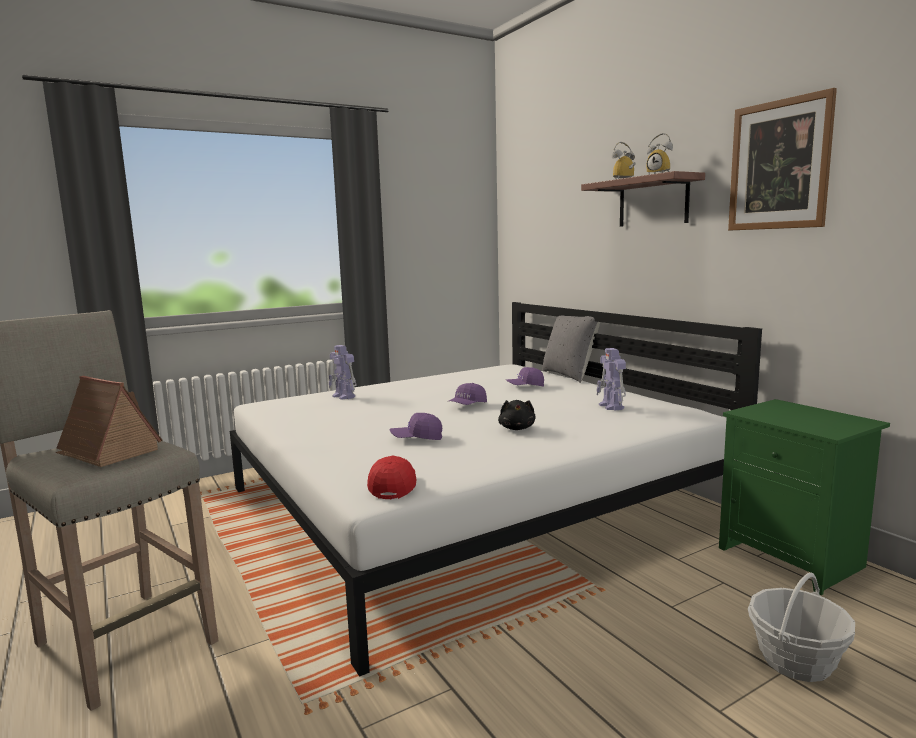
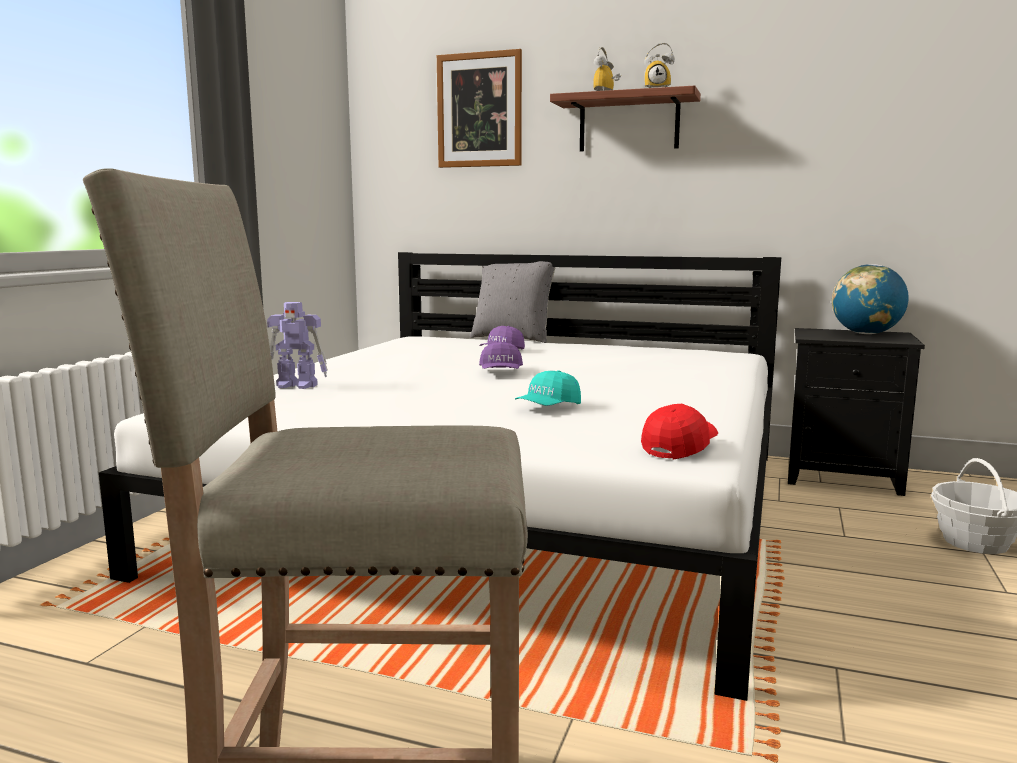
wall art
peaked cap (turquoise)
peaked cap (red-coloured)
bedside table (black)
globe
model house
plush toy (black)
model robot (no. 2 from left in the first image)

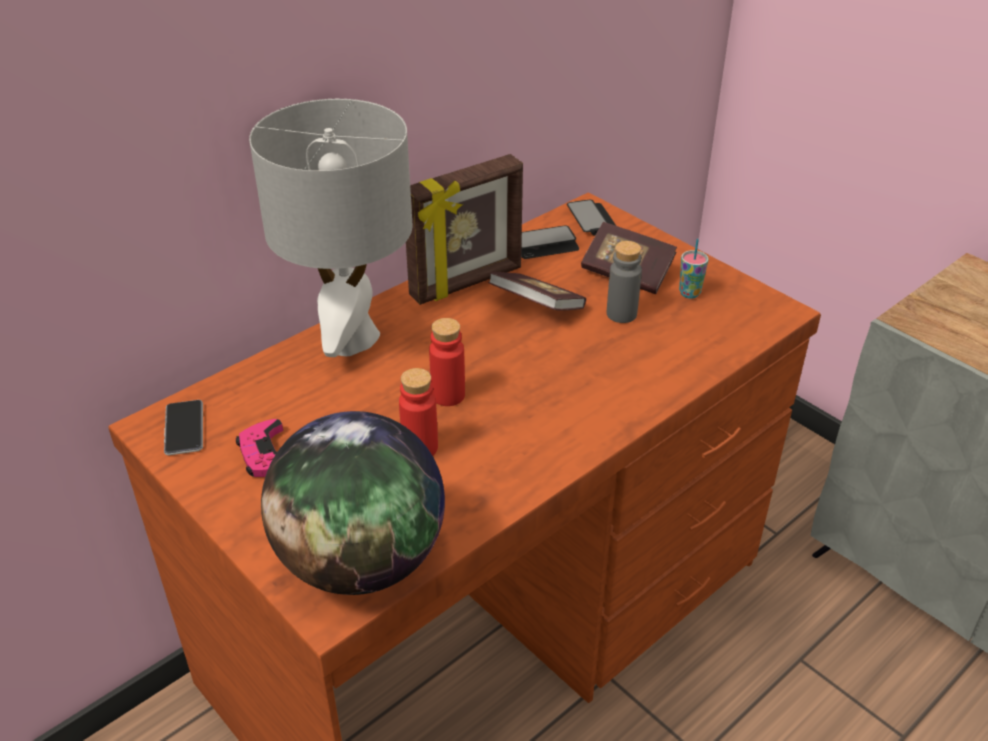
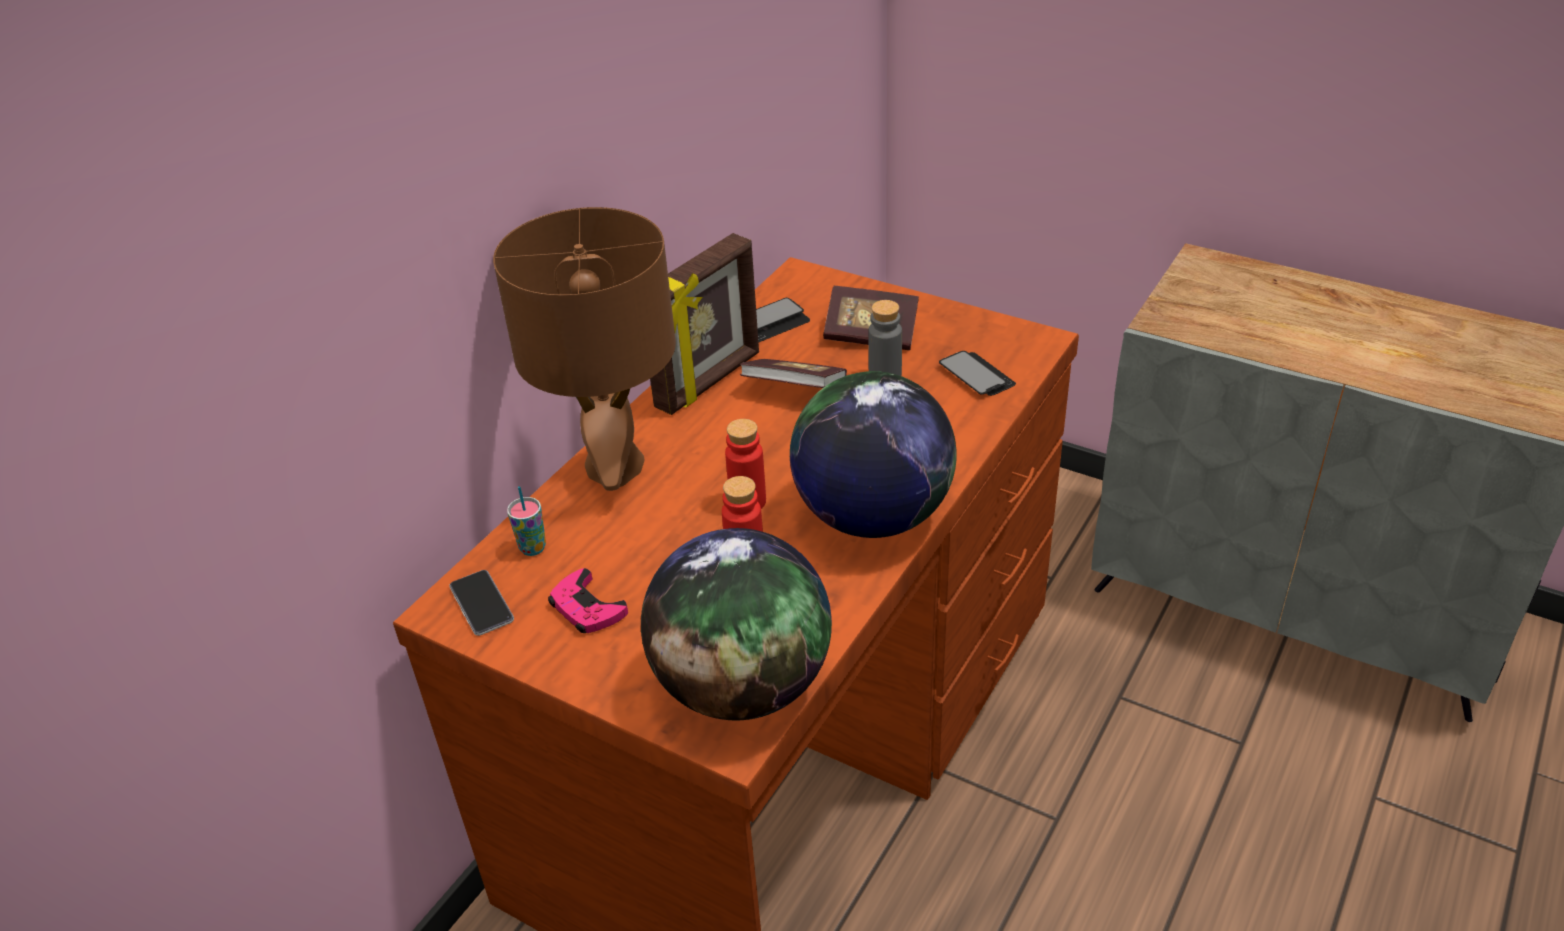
lamp for a table (brown)
cup
globe (no. 2 from left)
handset (no. 3 from left)

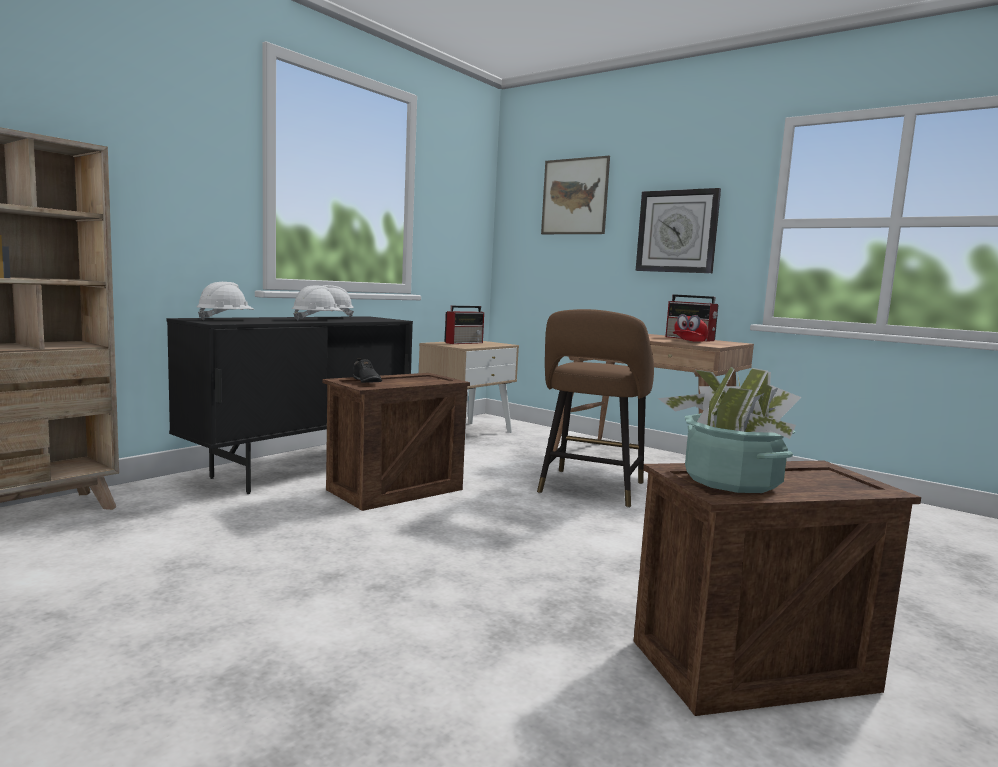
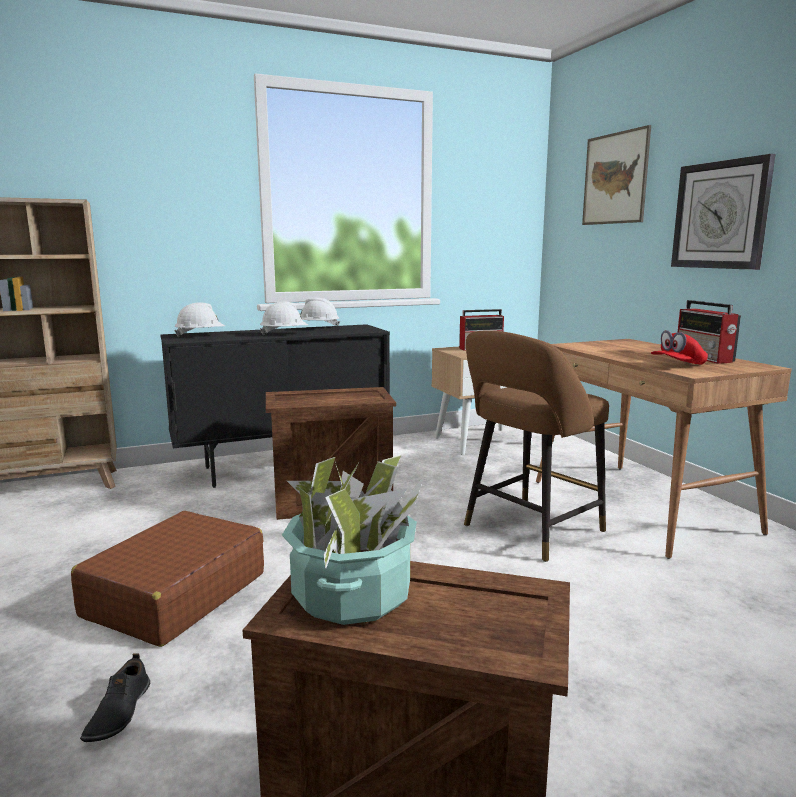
piece of luggage (brown)
shoe (black)

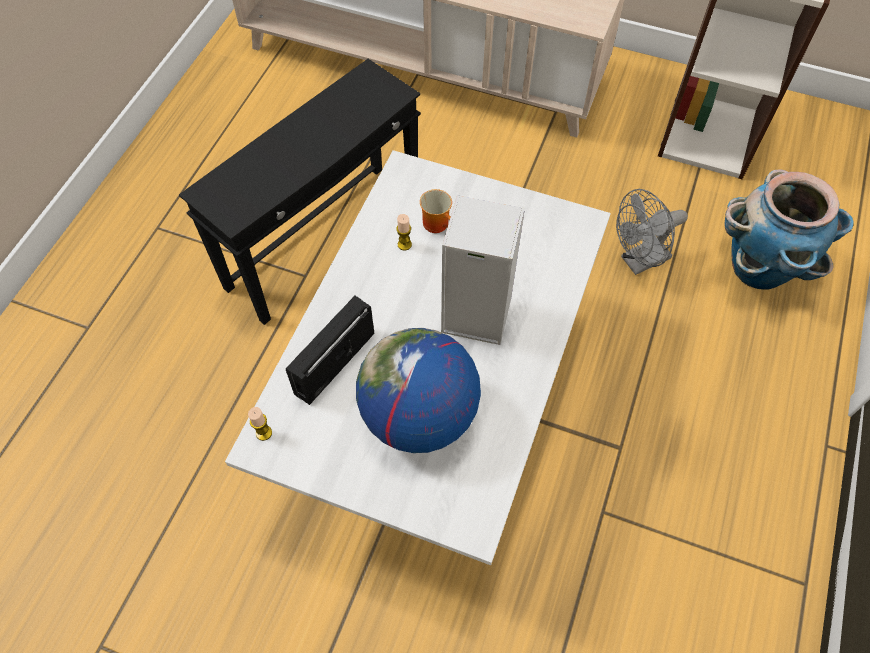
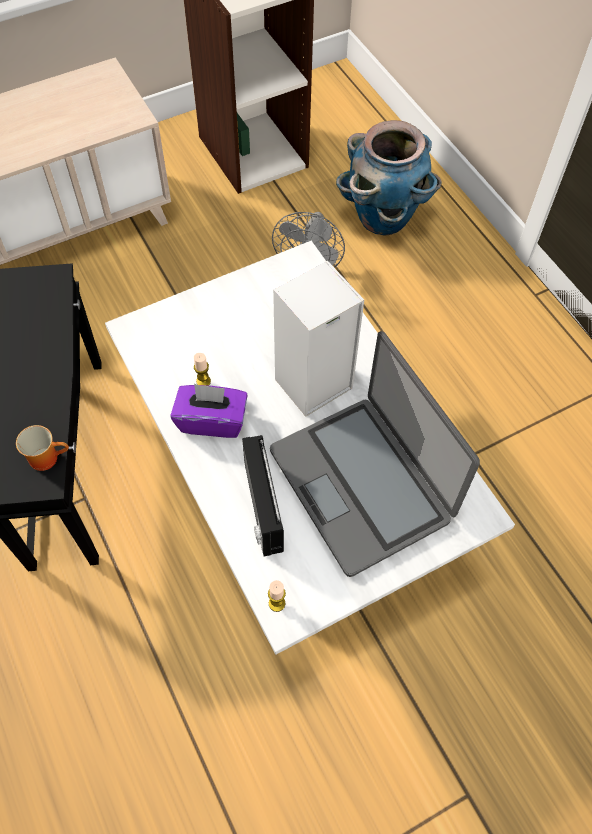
mug
tissue holder (purplish)
notebook computer

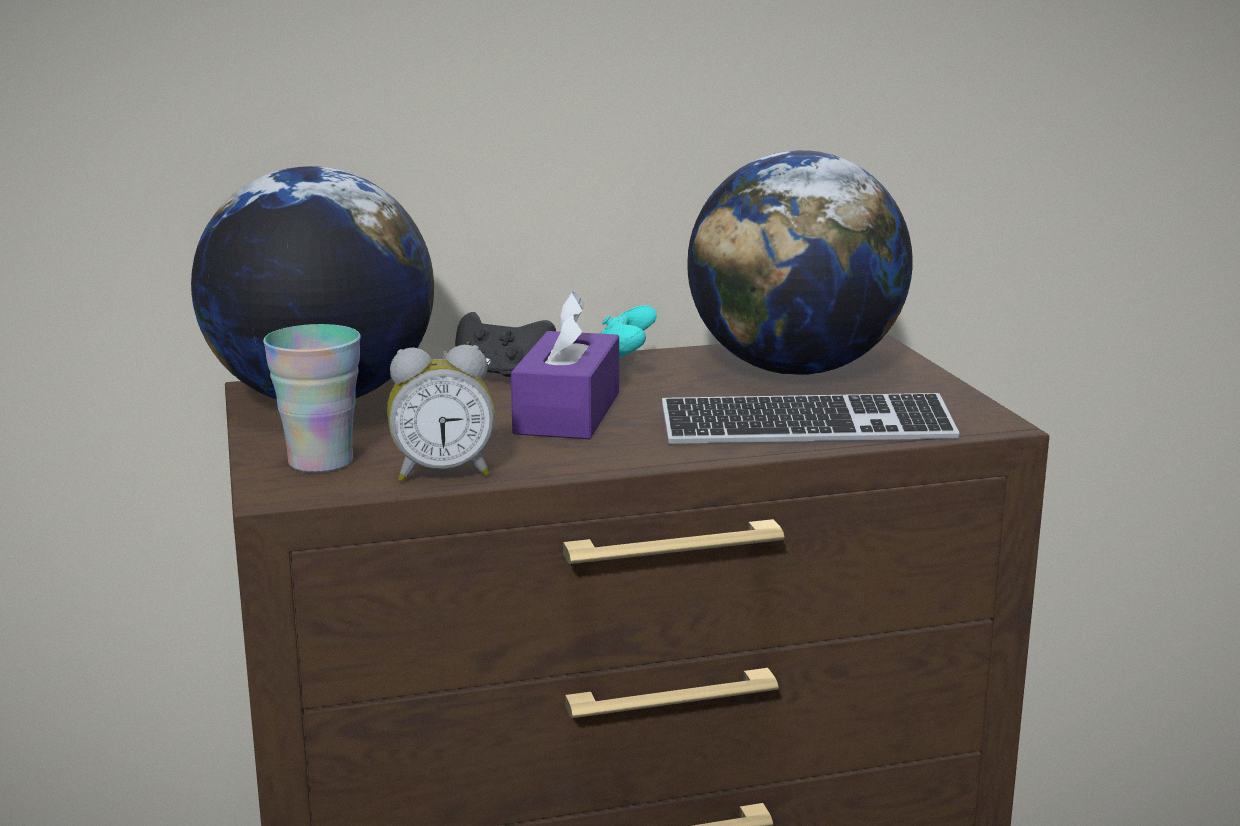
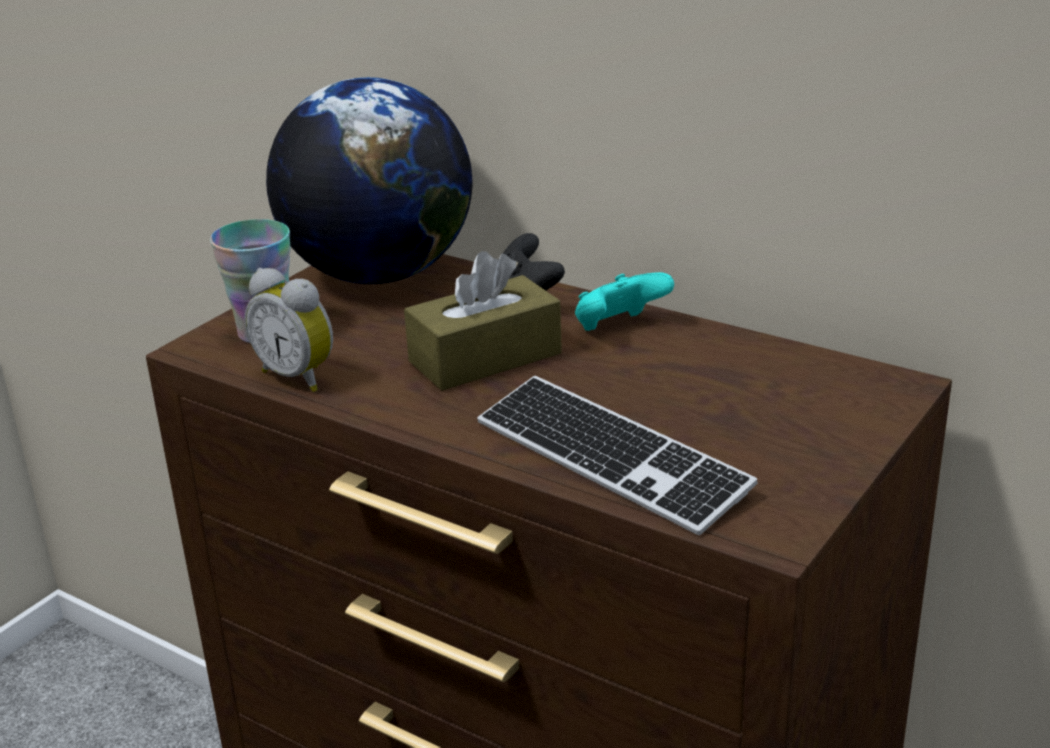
tissue holder (brown)
globe (no. 2 from left in the first image)

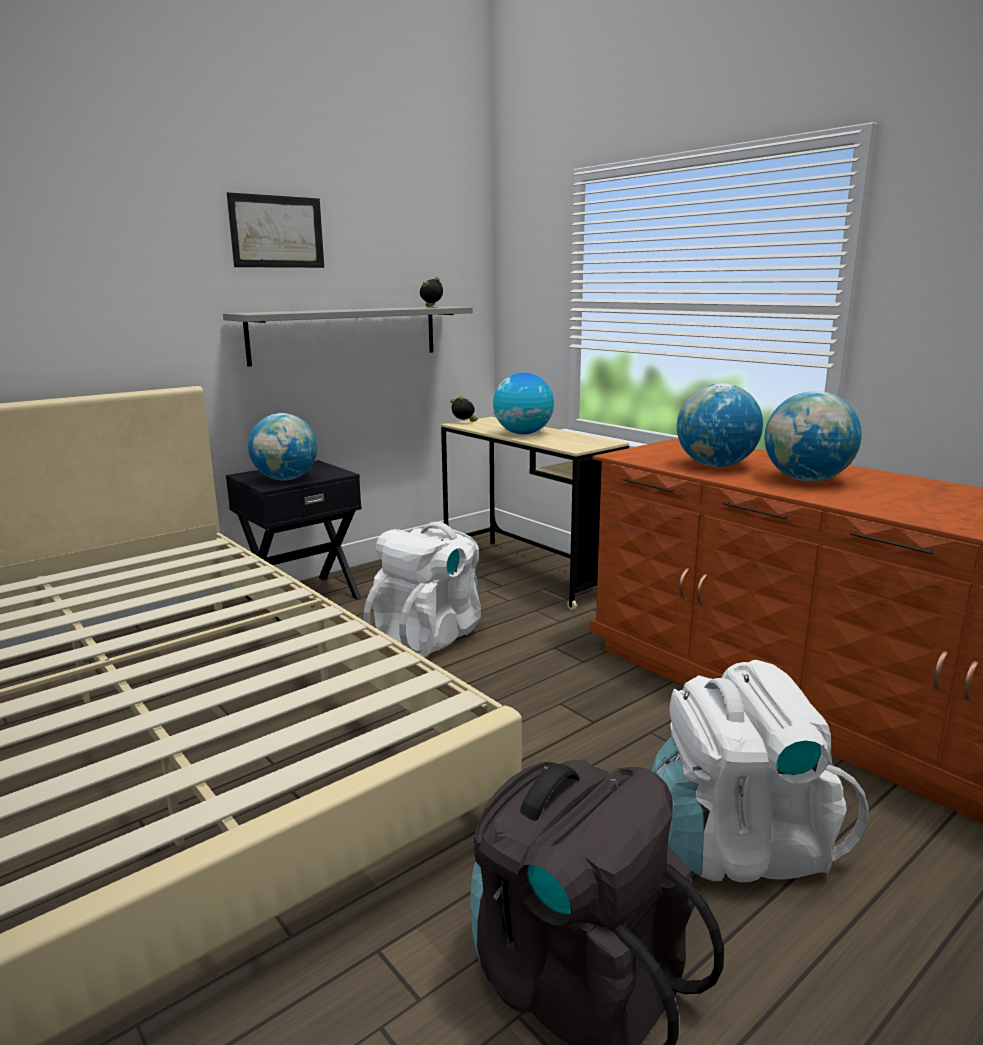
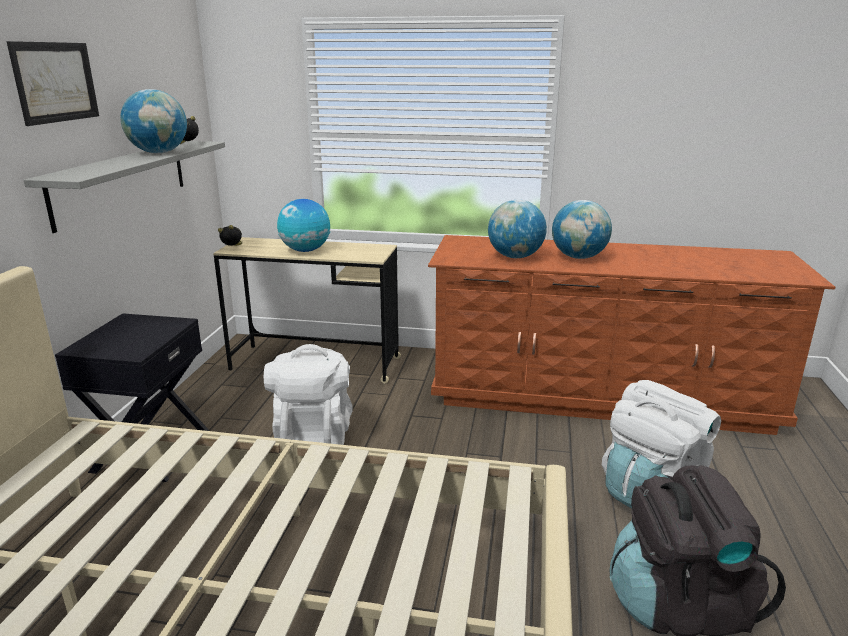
globe (no. 1 from left)

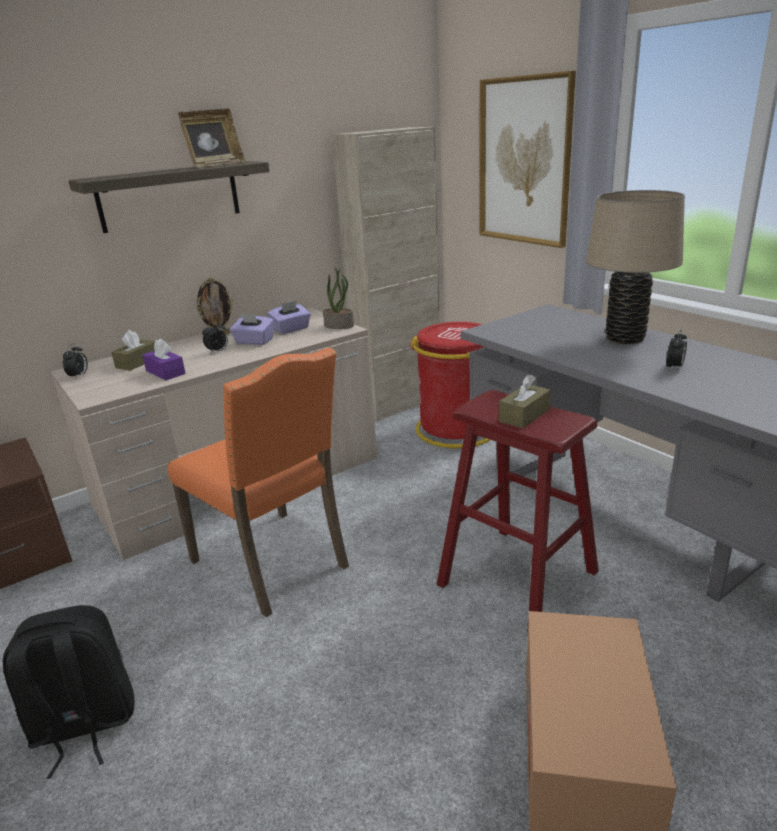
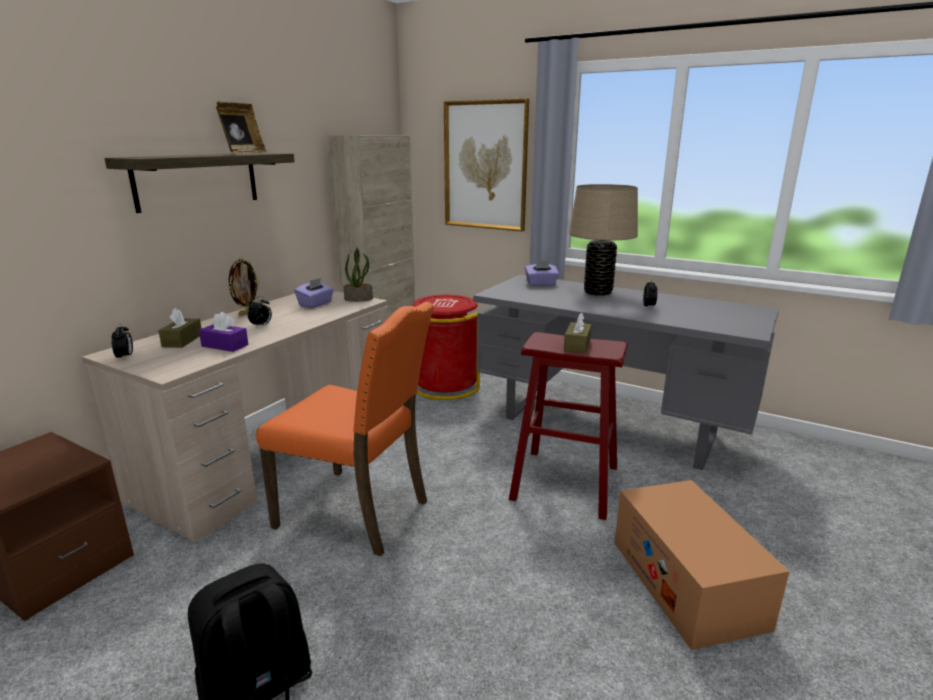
tissue holder (purplish) (no. 3 from left)

